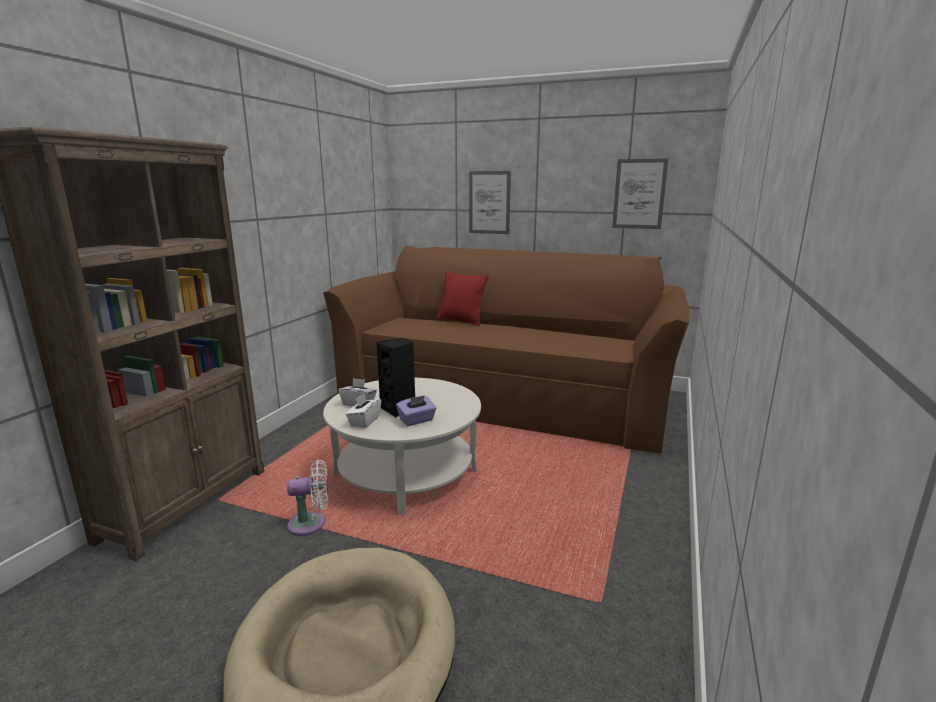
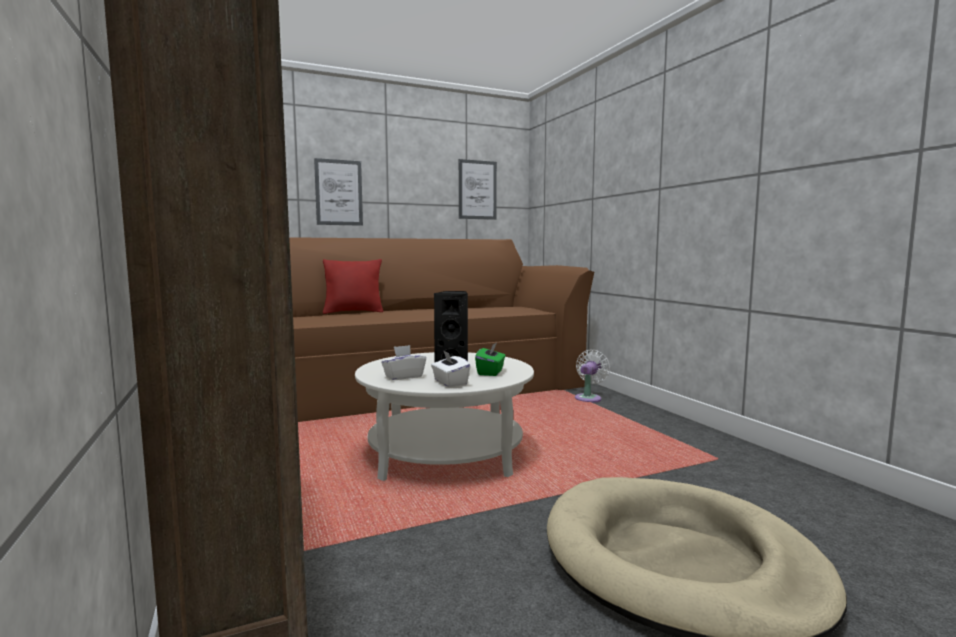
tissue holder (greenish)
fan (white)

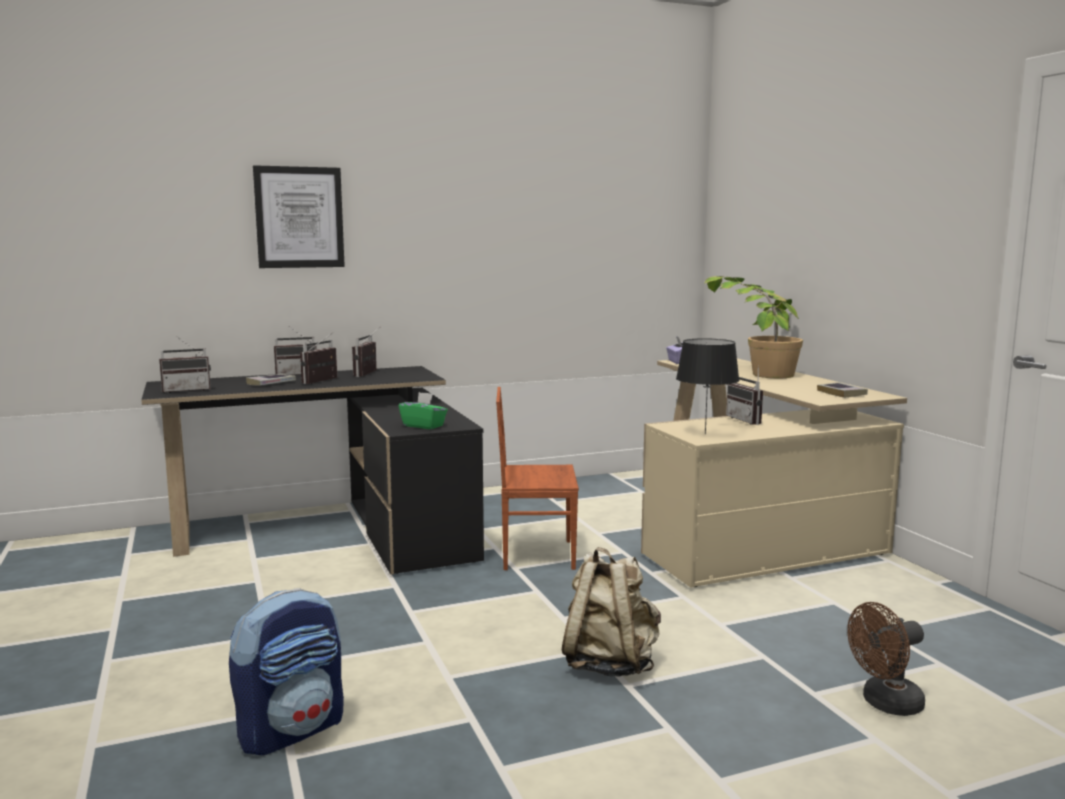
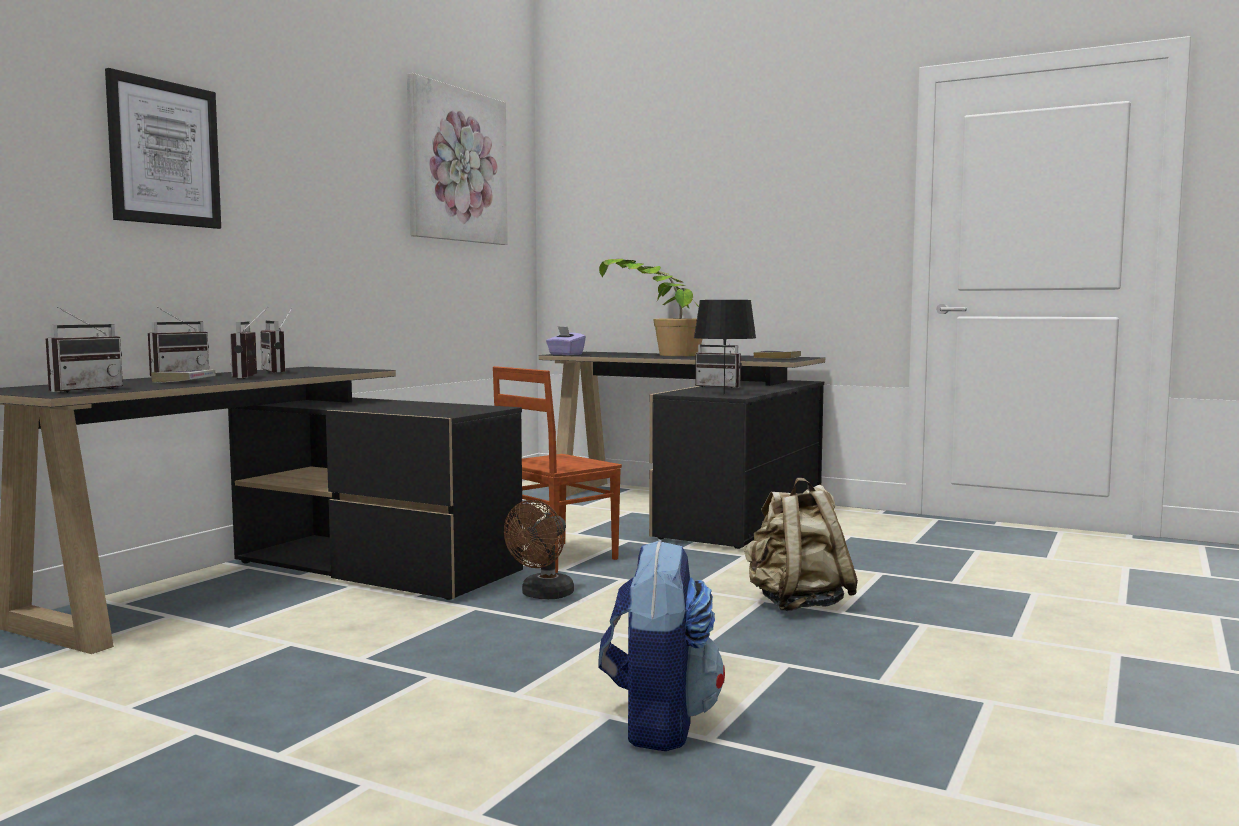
wall art (no. 2 from left)
fan (brown)
desk table (black) (no. 2 from left)
tissue holder (greenish)

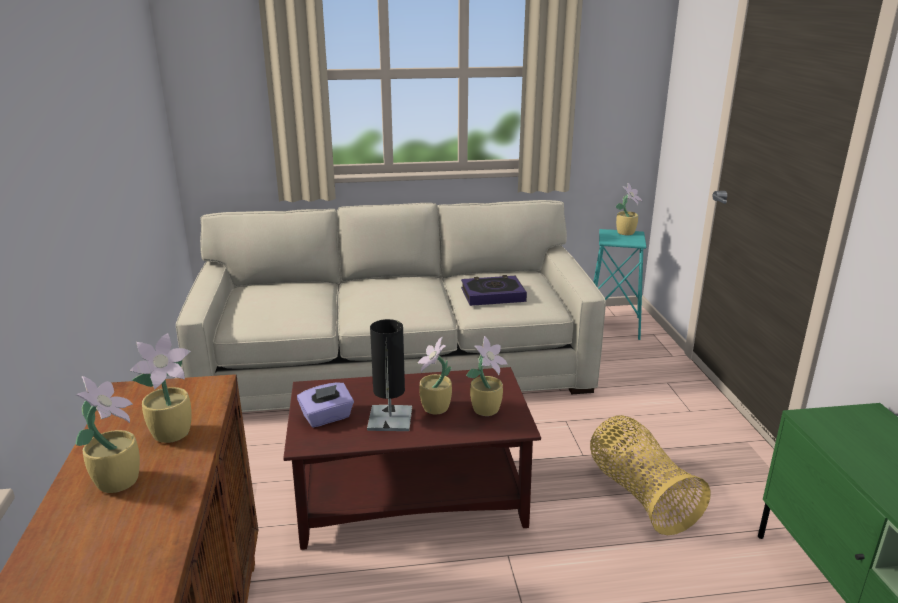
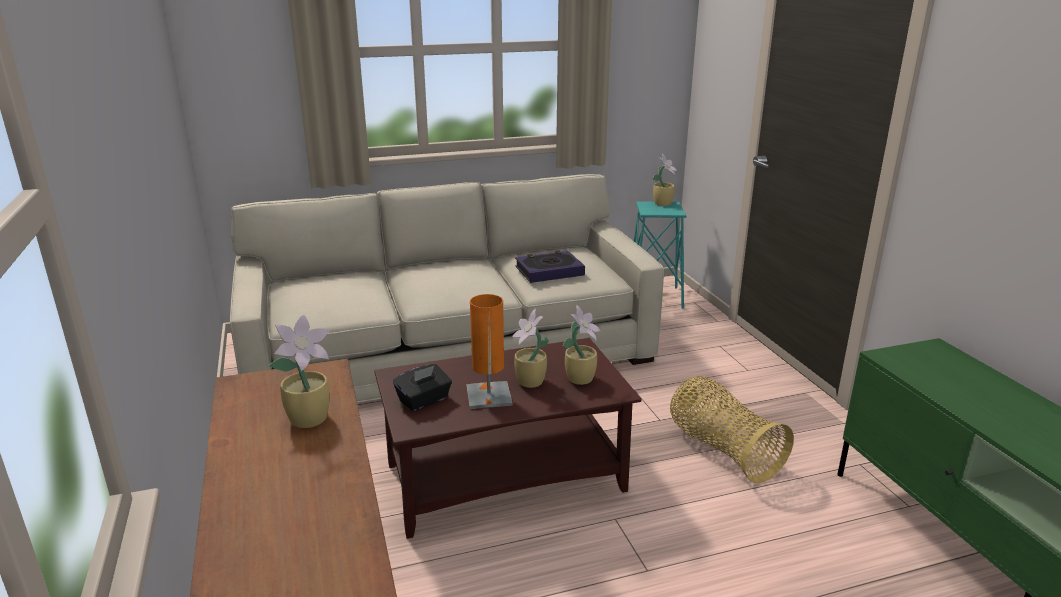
tissue holder (black)
lamp for a table (orange-coloured)
potted plant (no. 1 from left in the first image)

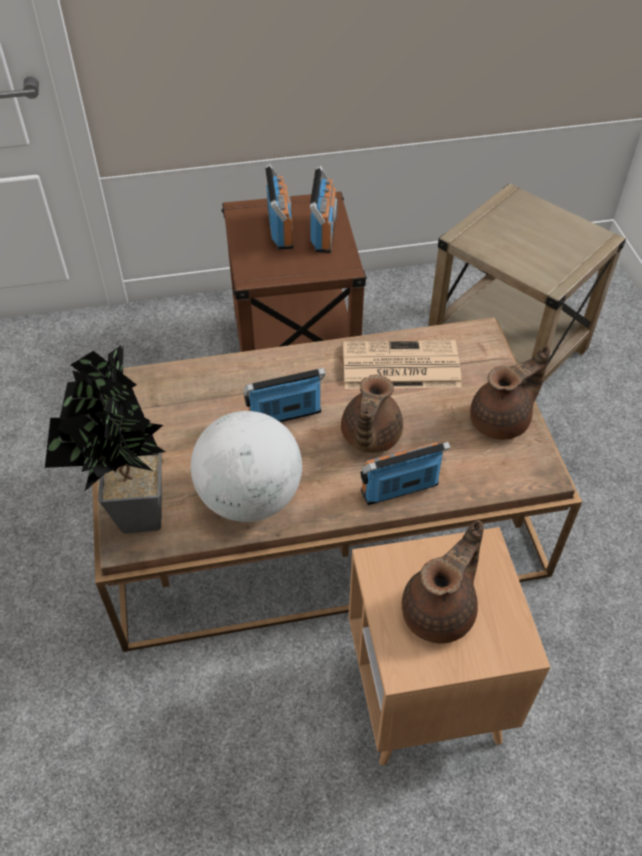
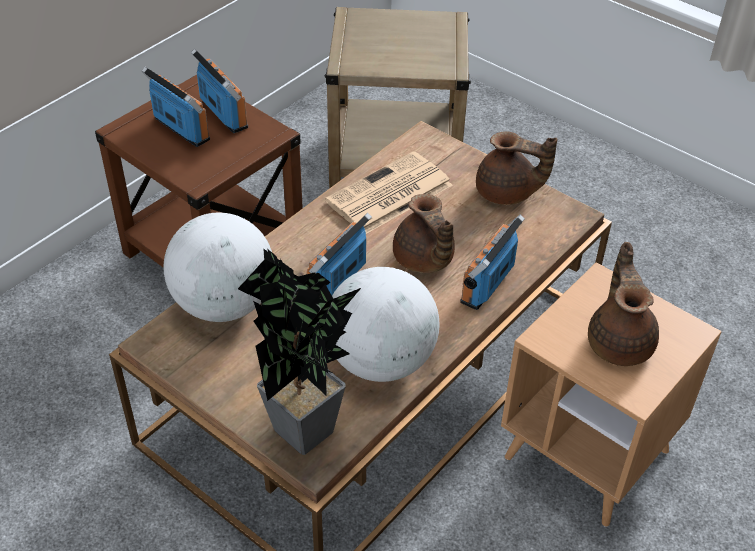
globe (no. 1 from left)
pot for tea (brown) (no. 2 from left)

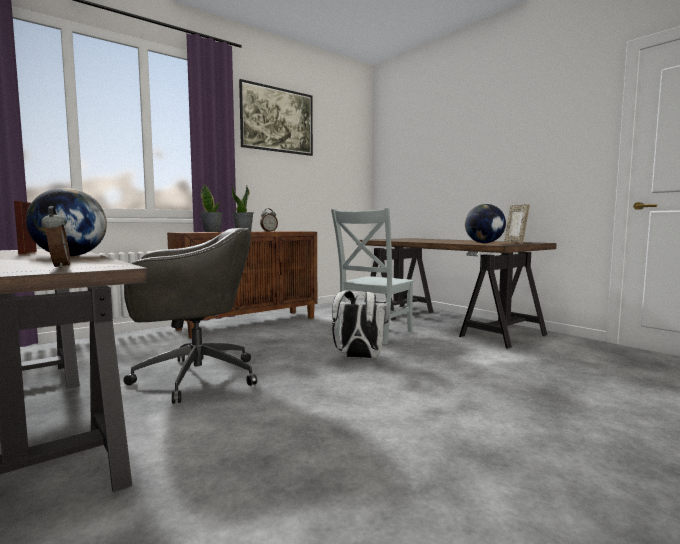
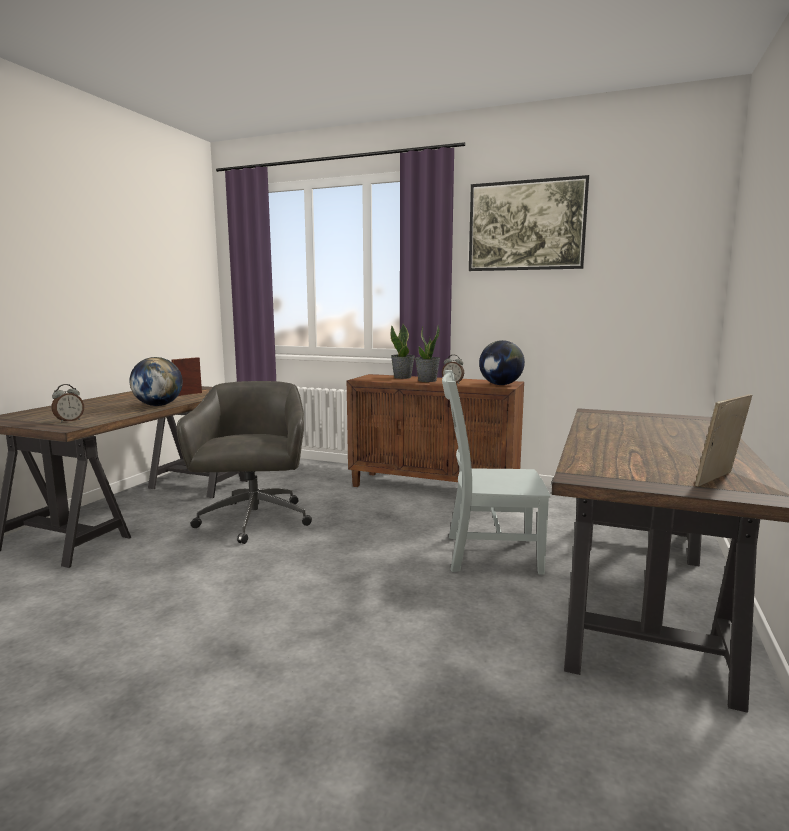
office chair (greyish)
globe (no. 2 from left)
backpack (white)

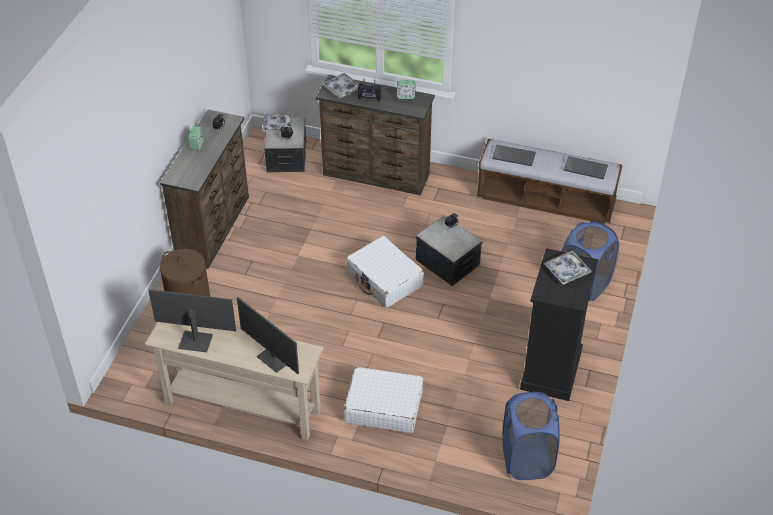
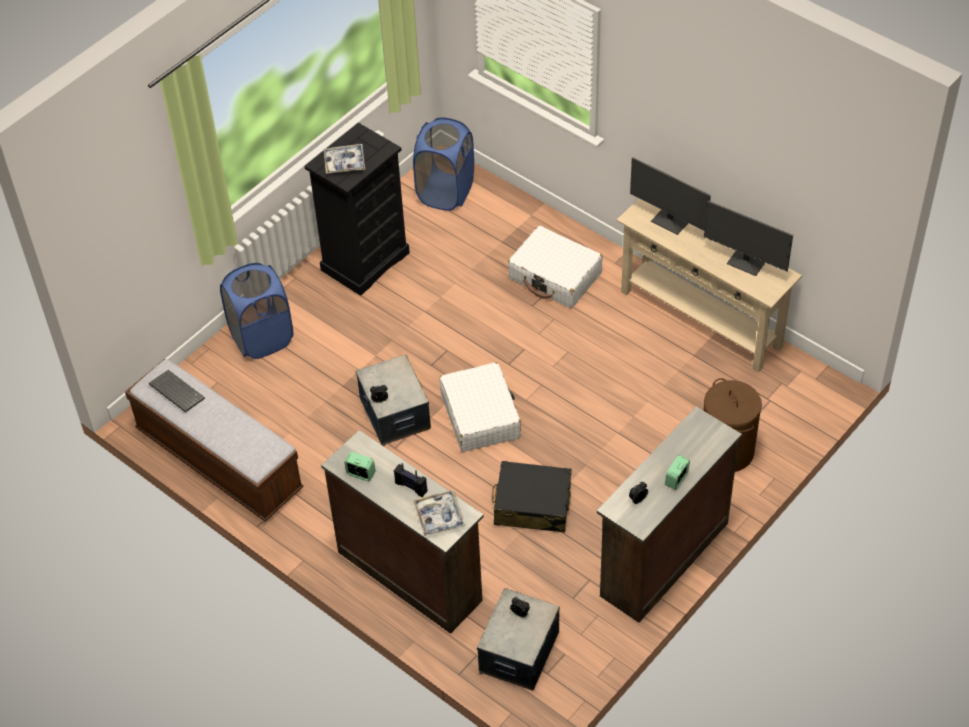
piece of luggage (black)
monitor (no. 1 from left)
serving tray (no. 1 from left in the first image)
PC keyboard (no. 1 from left in the first image)

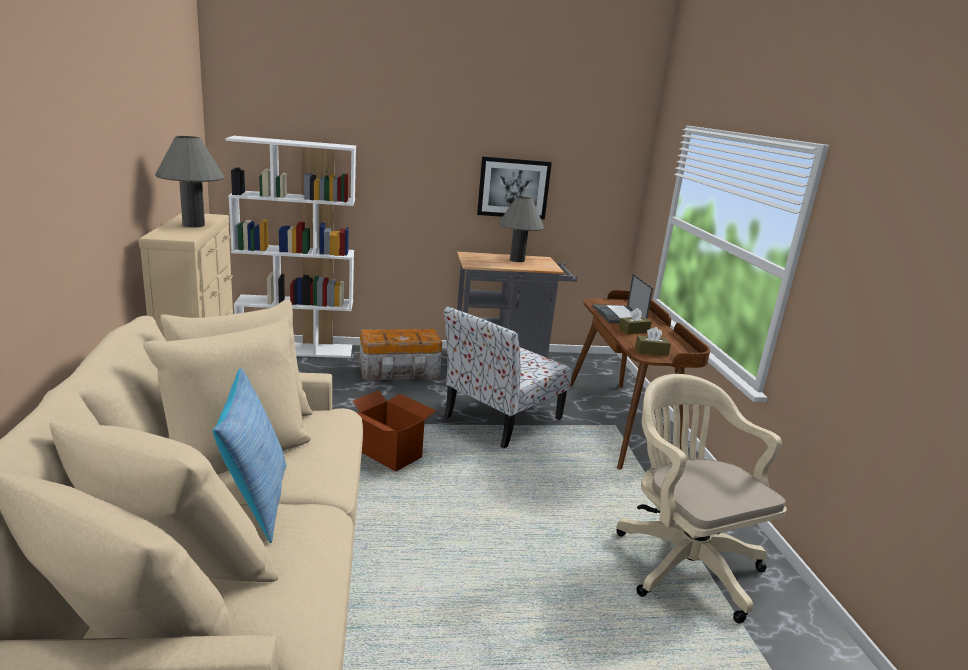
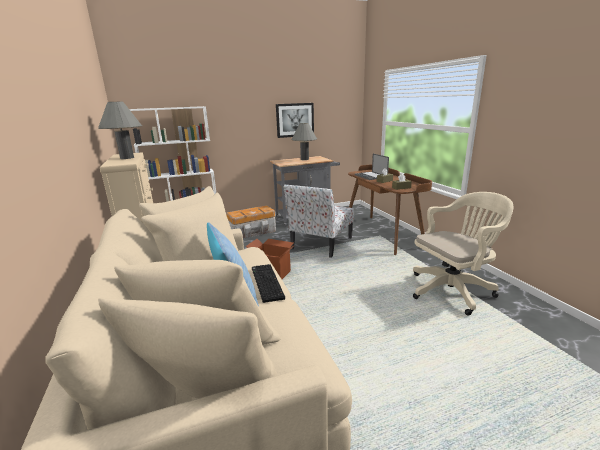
PC keyboard
office chair (sand-coloured)

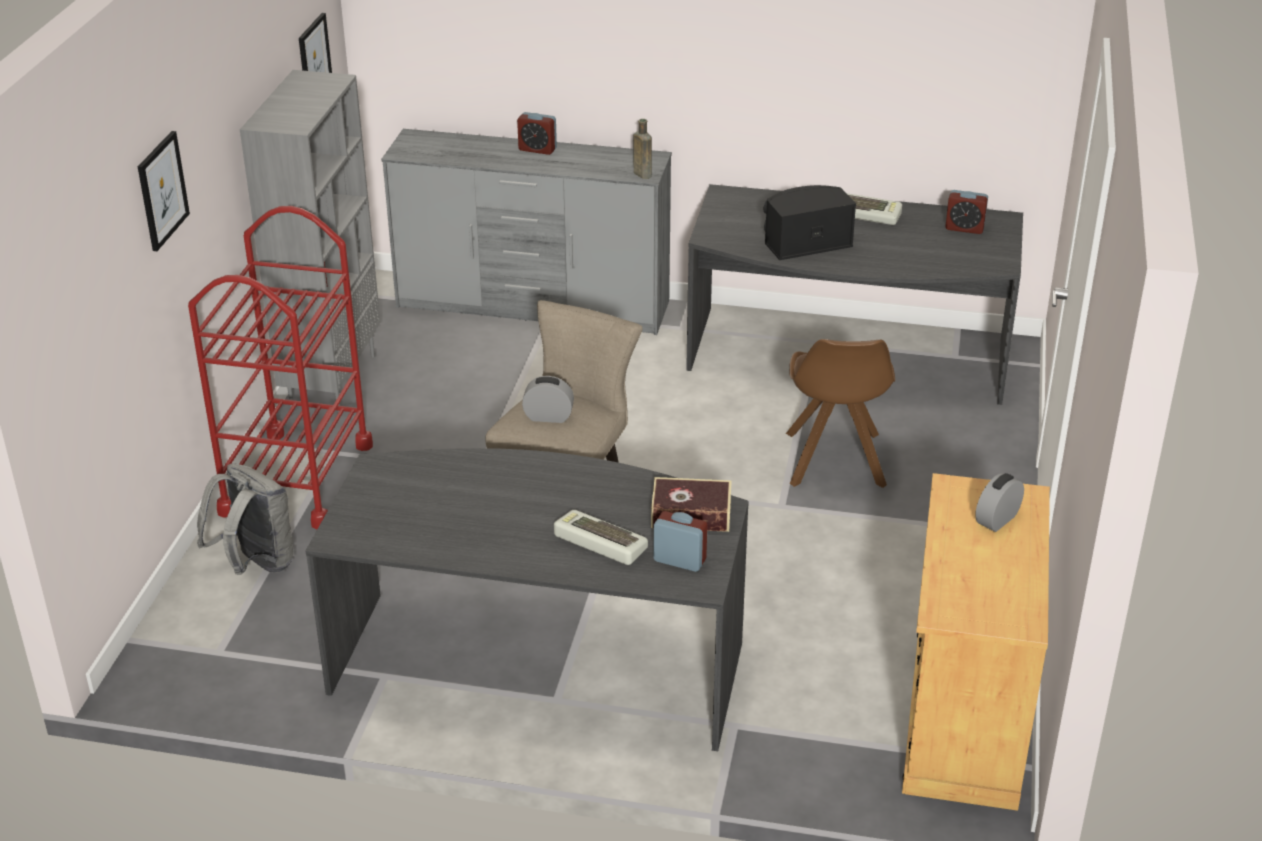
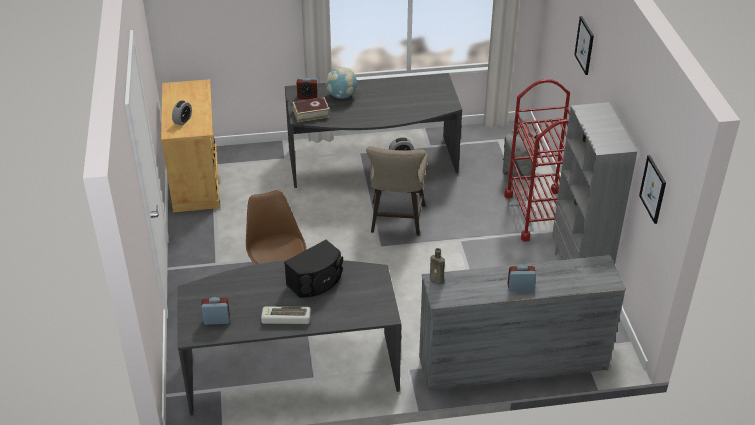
globe

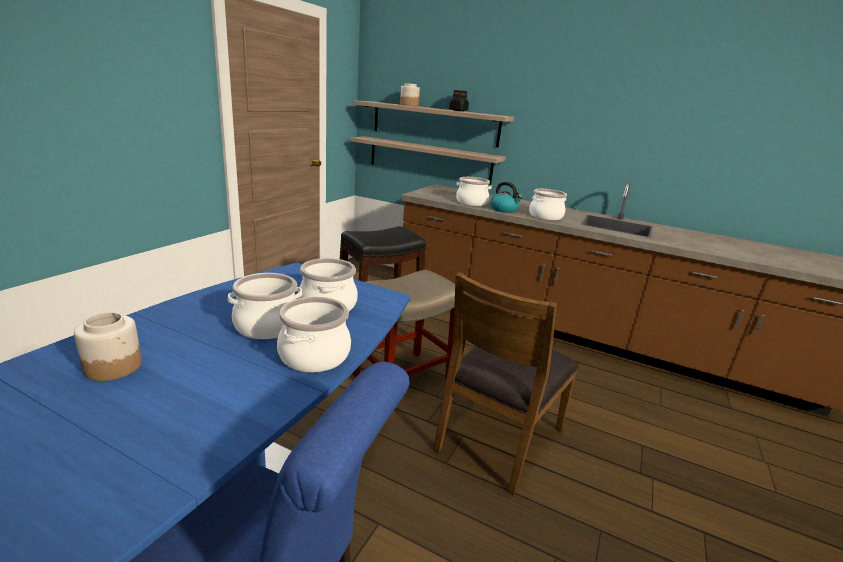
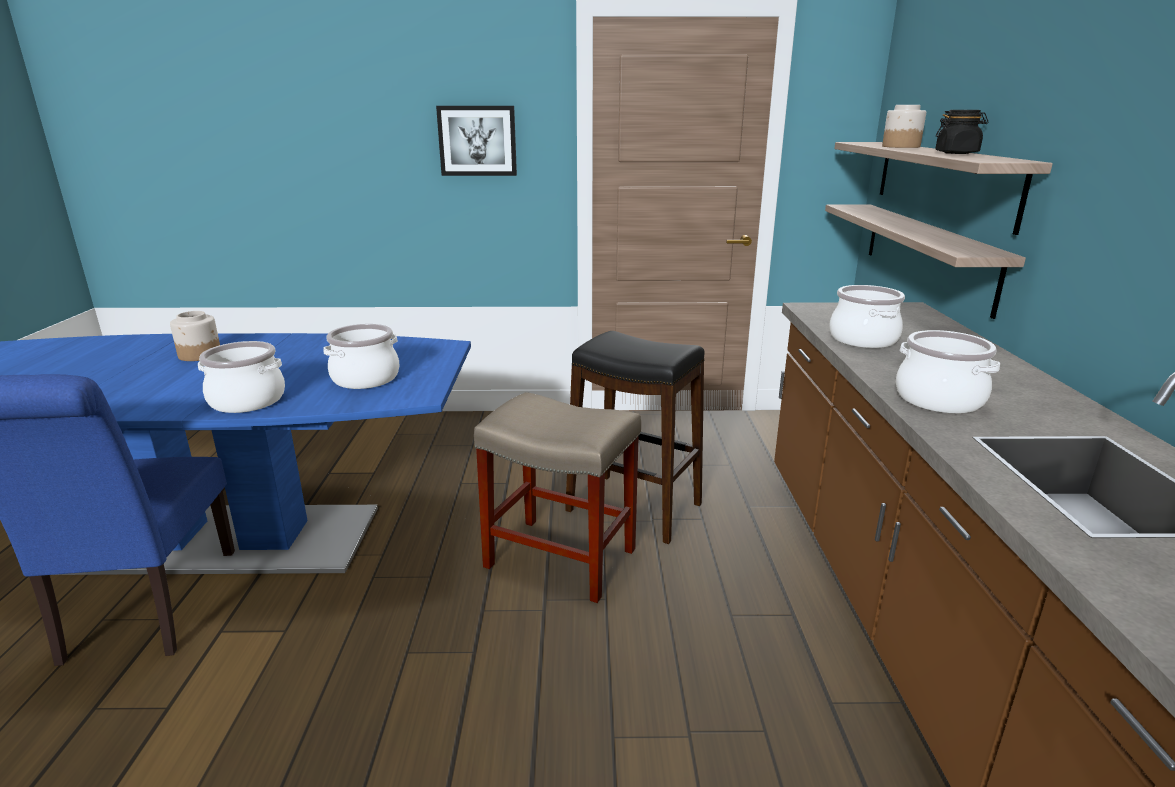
wall art
cooking pot (no. 1 from left in the first image)
plain chair (brown)
water kettle

